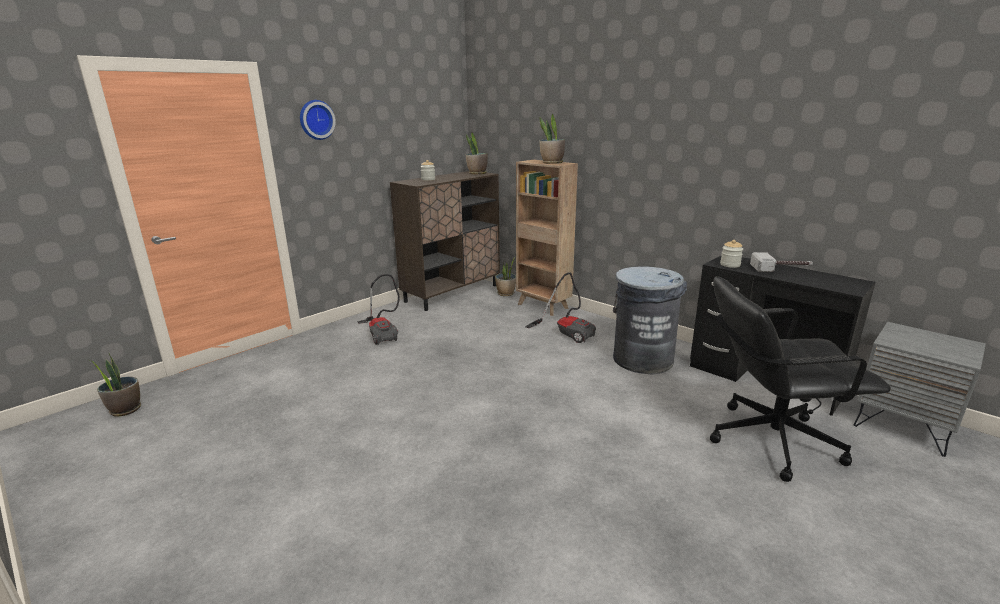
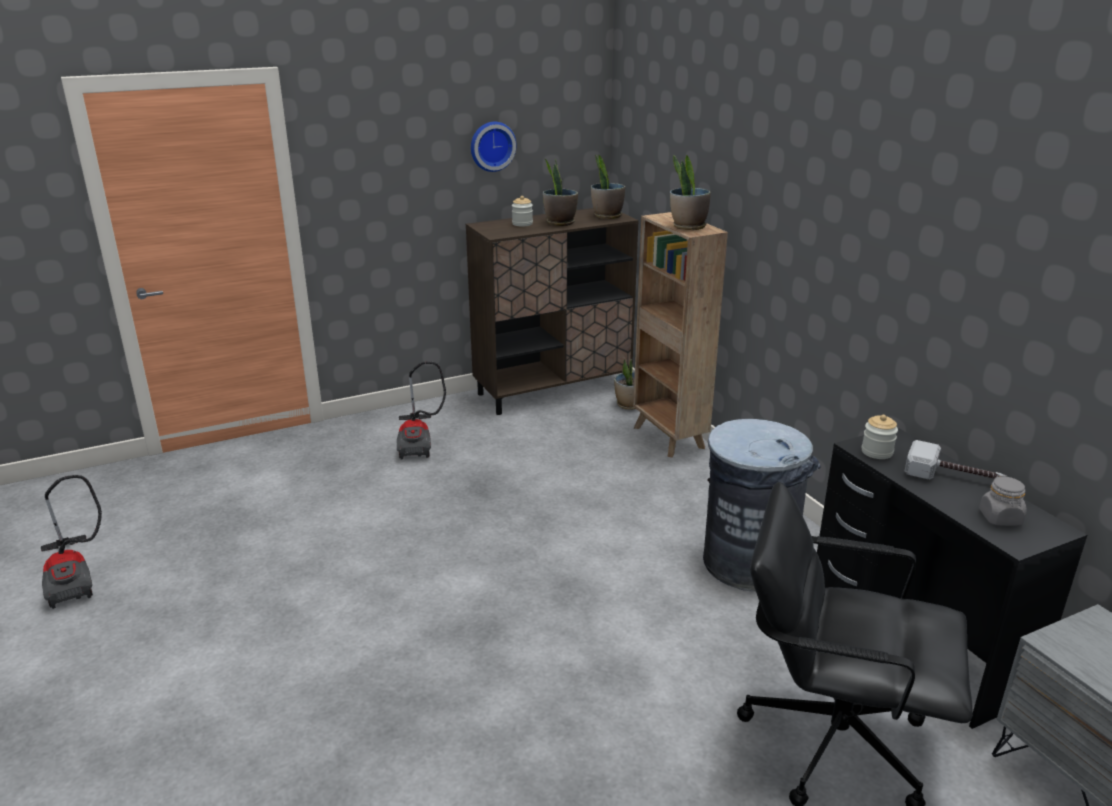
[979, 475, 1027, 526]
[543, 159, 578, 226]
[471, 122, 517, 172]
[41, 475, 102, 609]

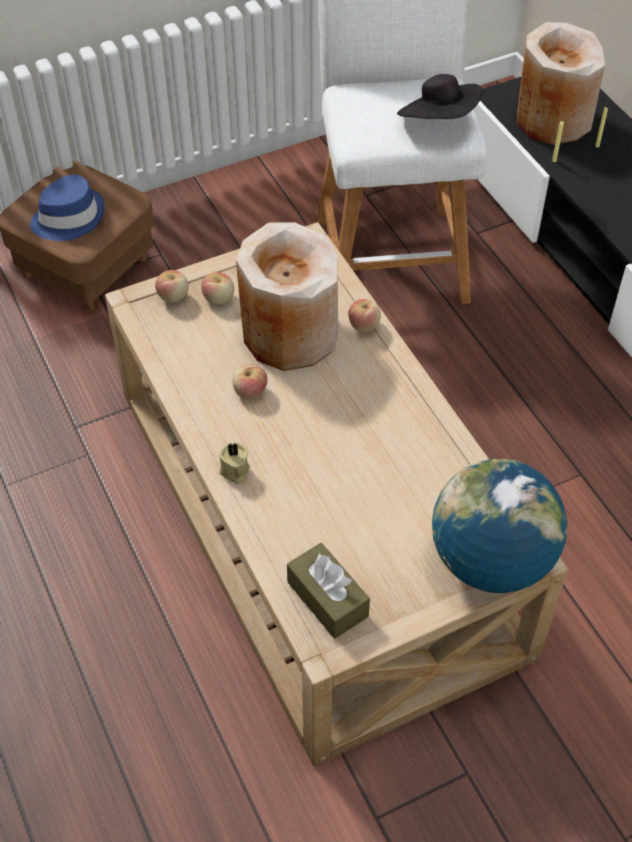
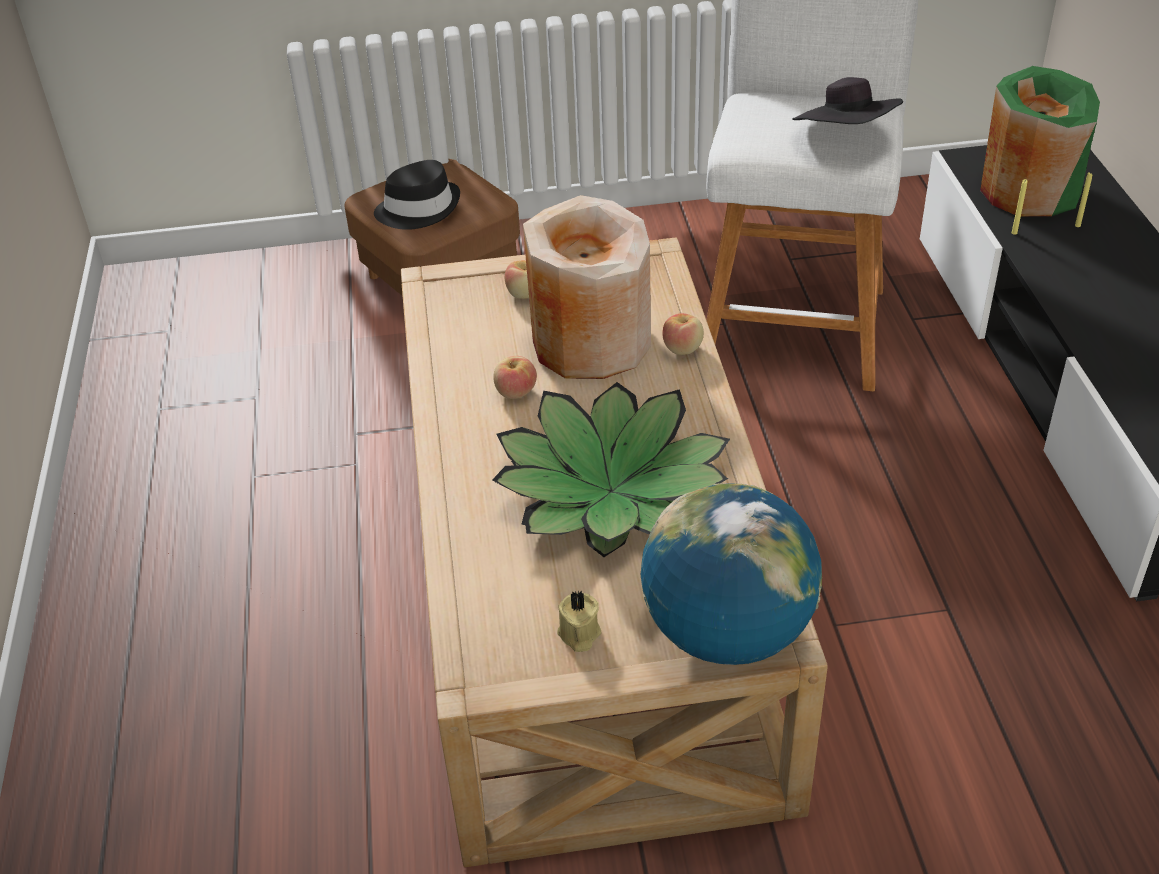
[155, 270, 188, 303] (first image)
[287, 543, 370, 639] (first image)
[492, 382, 730, 557]
[557, 590, 601, 652]
[374, 160, 460, 230]
[980, 66, 1100, 217]

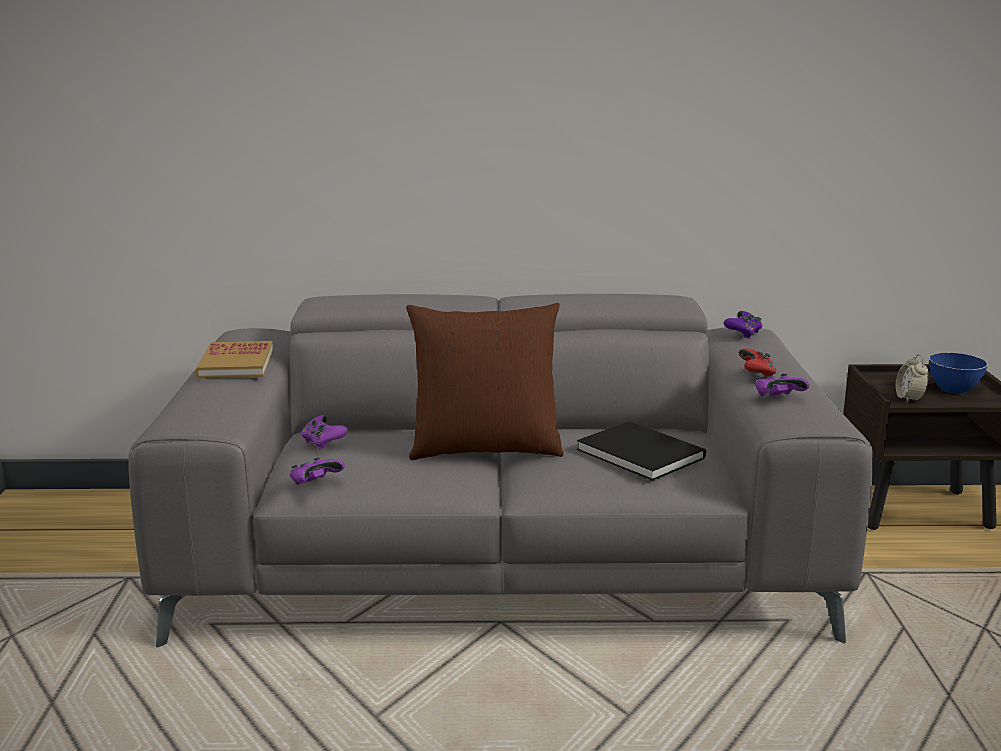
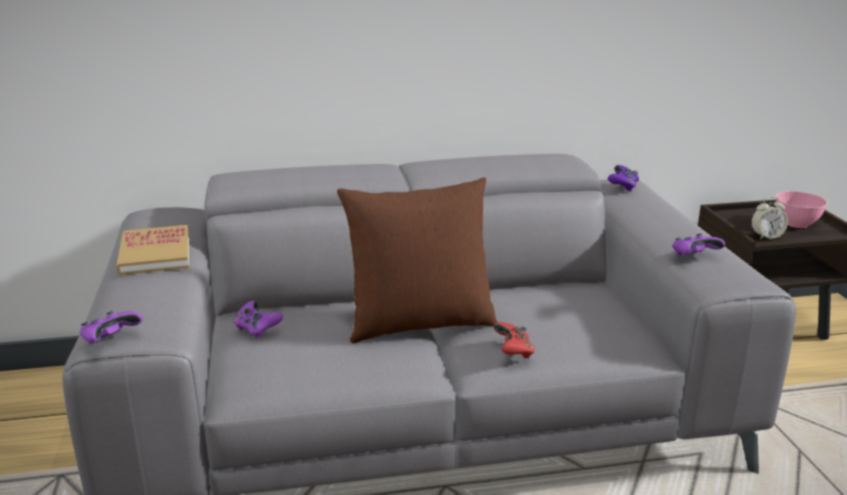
[577, 421, 706, 481] (first image)
[80, 311, 143, 343]
[493, 322, 535, 359]
[776, 191, 828, 228]
[751, 197, 788, 239]

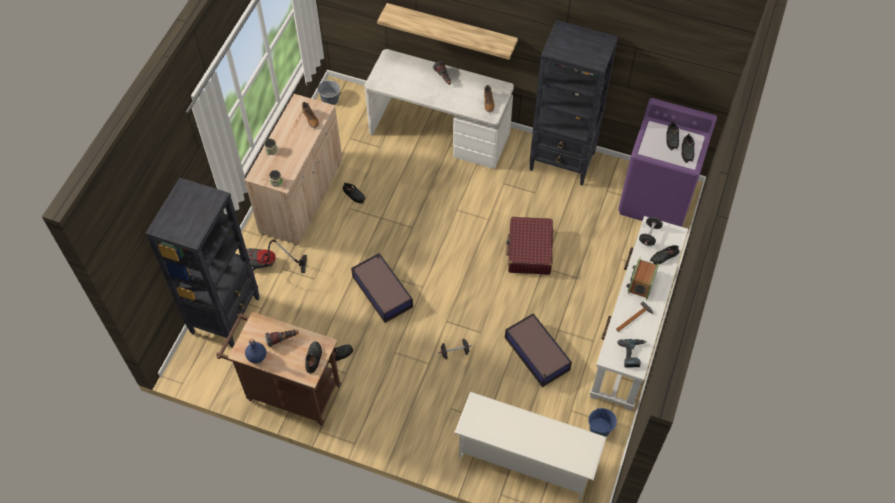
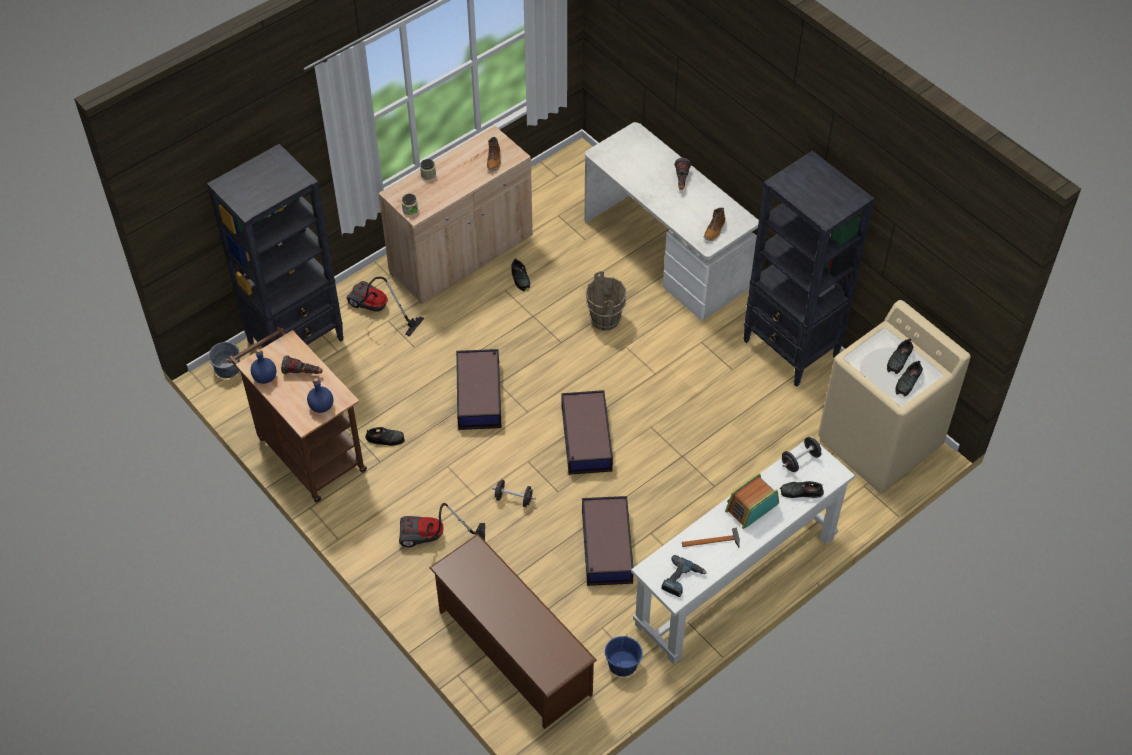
[377, 3, 518, 60] (first image)
[506, 217, 553, 275] (first image)
[399, 503, 485, 547]
[562, 390, 613, 475]
[585, 271, 627, 331]
[208, 342, 240, 378]
[307, 378, 333, 413]
[429, 534, 597, 729]
[818, 300, 971, 493]

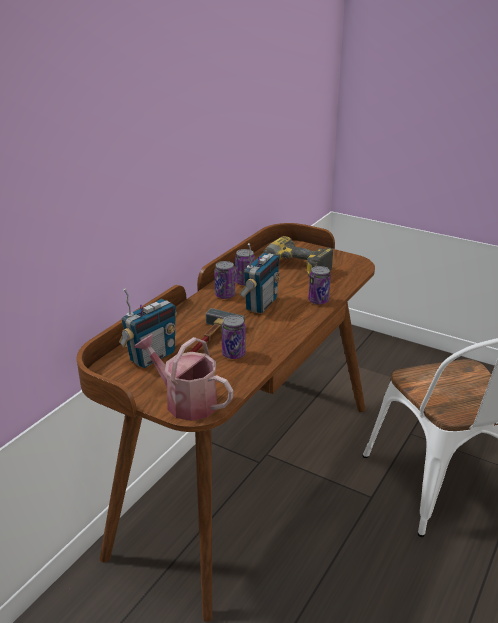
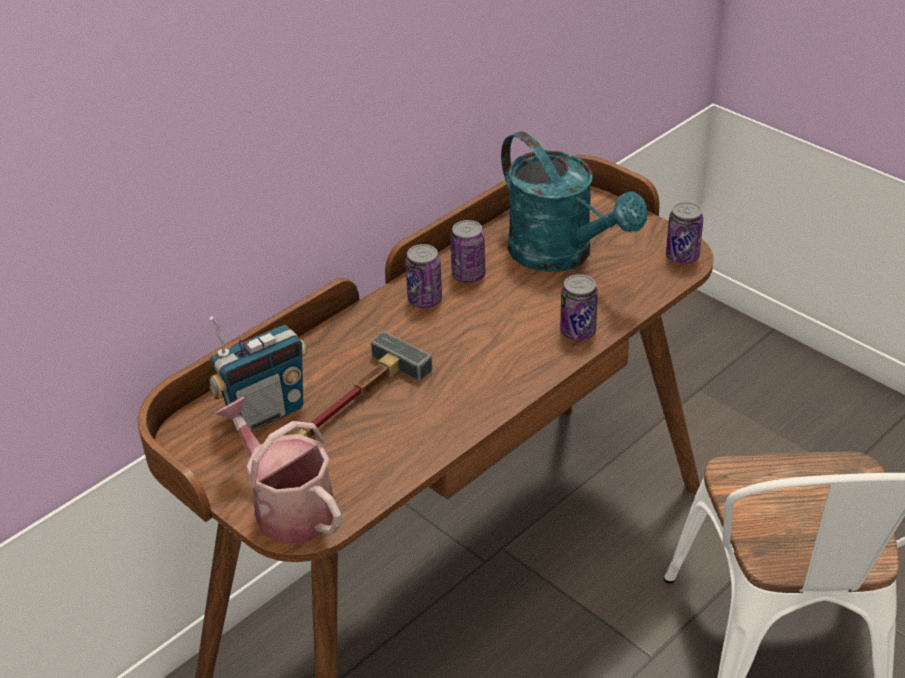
[239, 243, 280, 313] (first image)
[666, 202, 704, 264]
[501, 131, 647, 272]

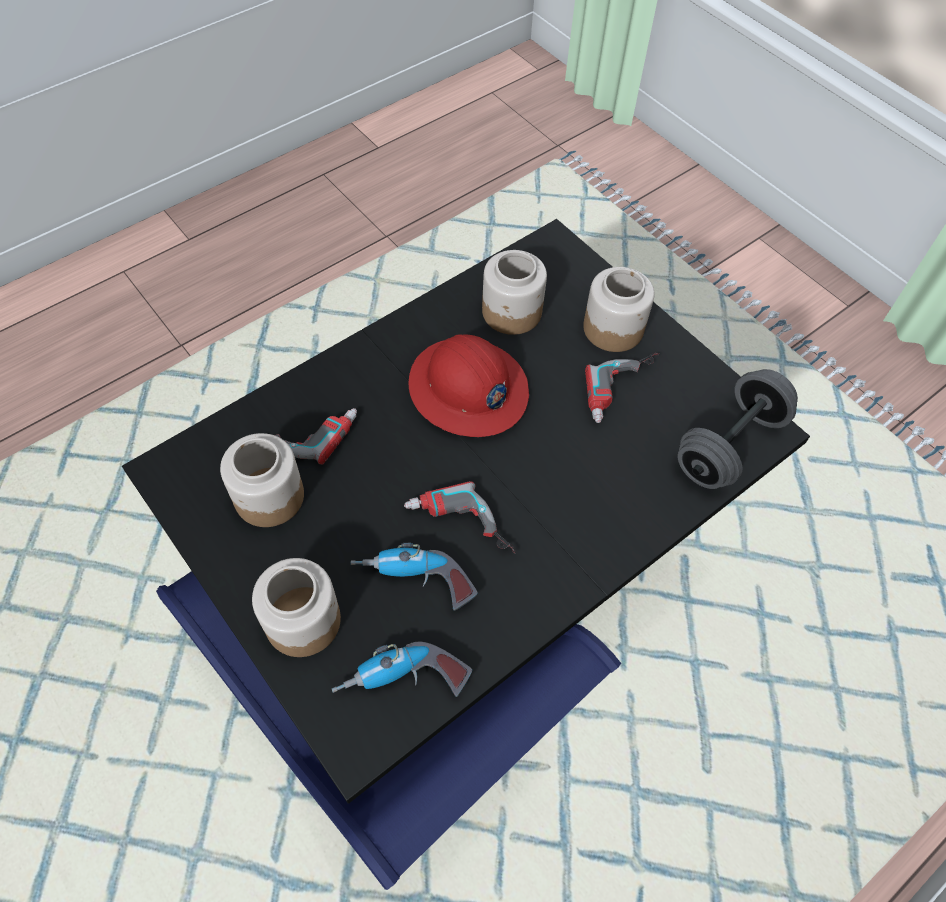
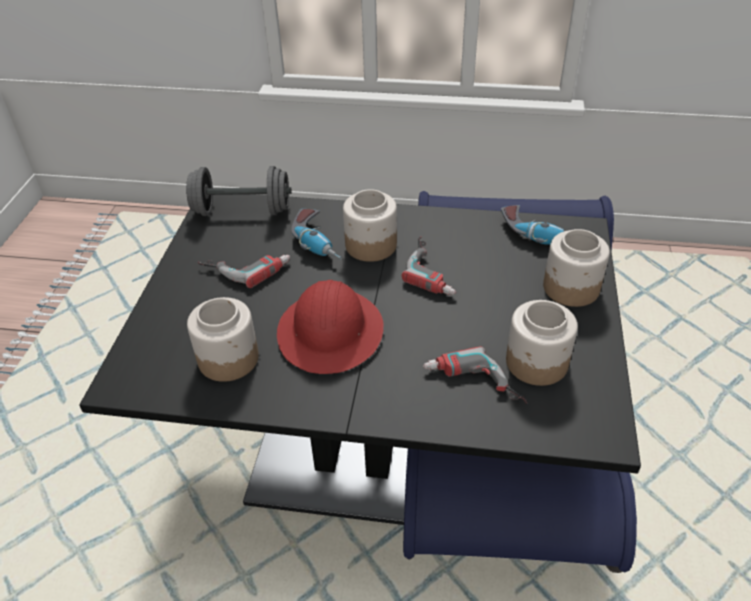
[291, 209, 342, 260]
[343, 189, 397, 262]

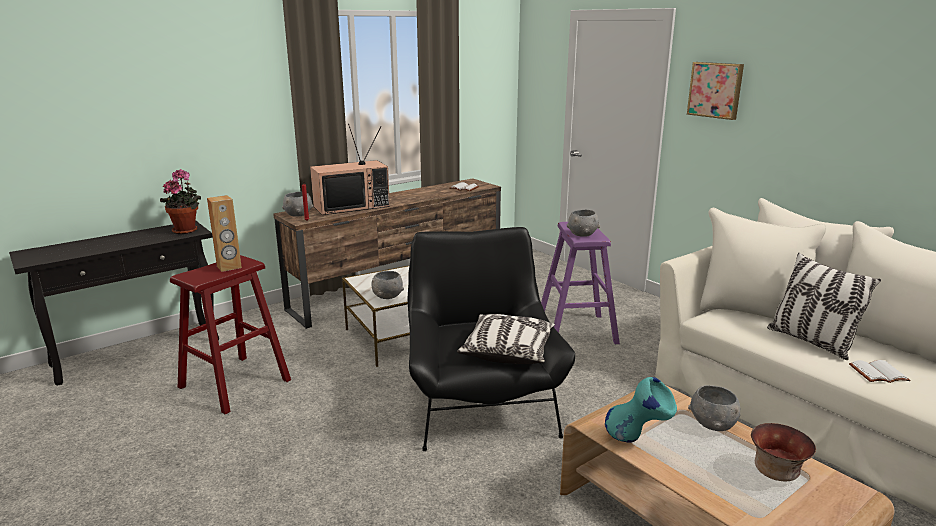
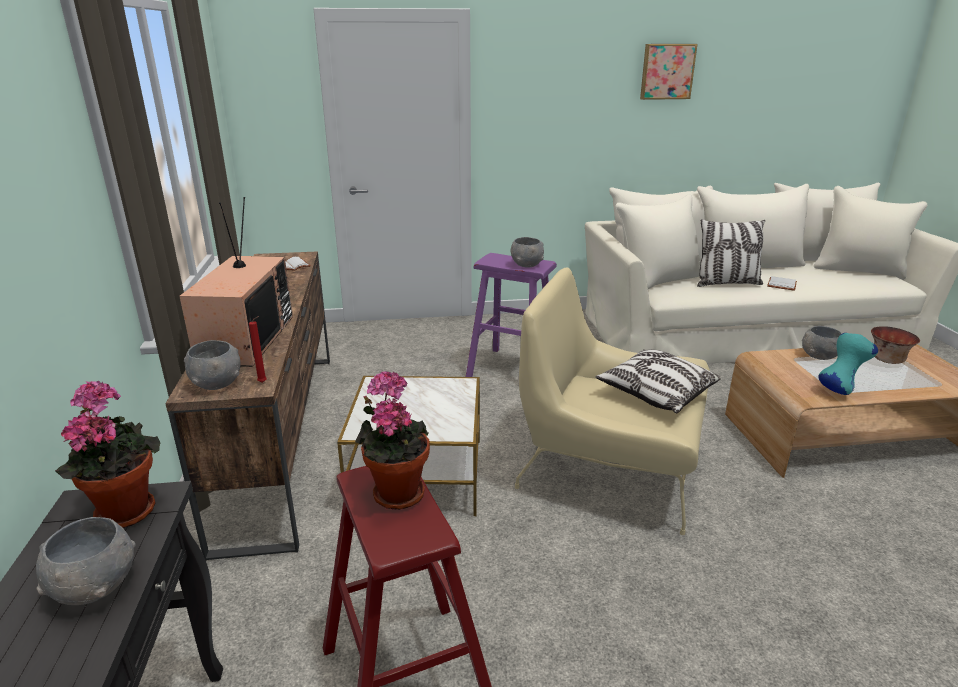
[36, 517, 136, 605]
[640, 44, 698, 100]
[355, 371, 430, 510]
[515, 267, 710, 535]

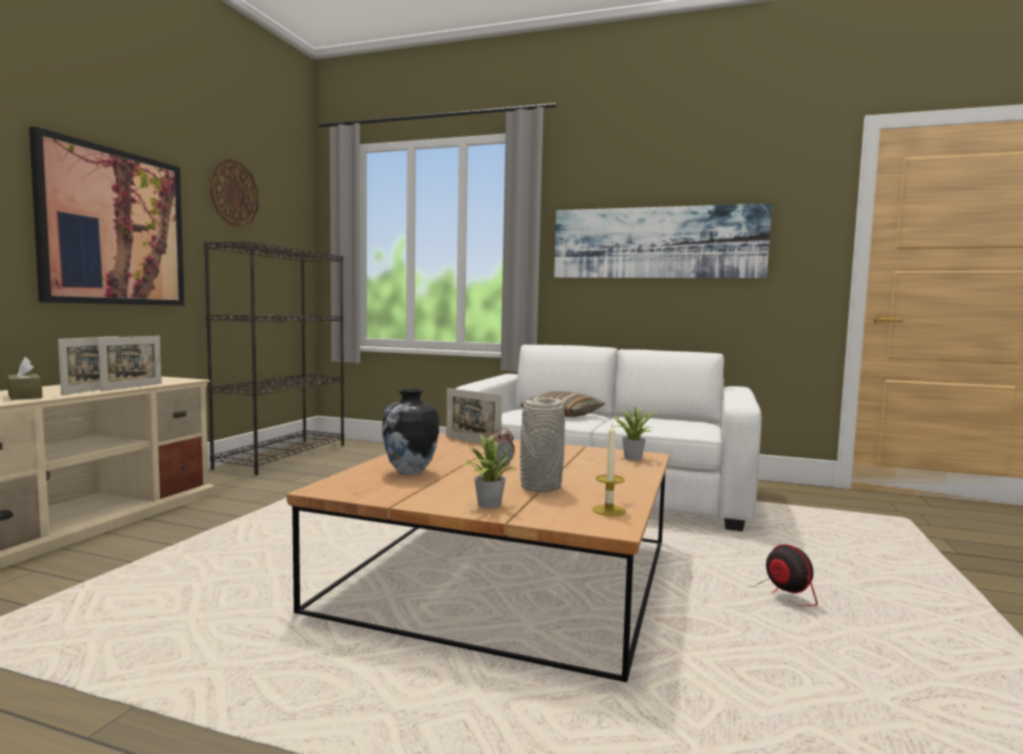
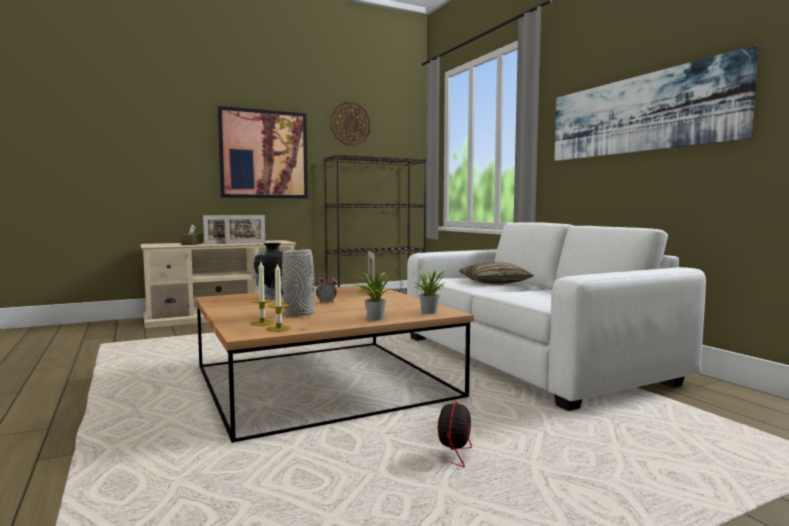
[251, 262, 274, 326]
[355, 271, 391, 320]

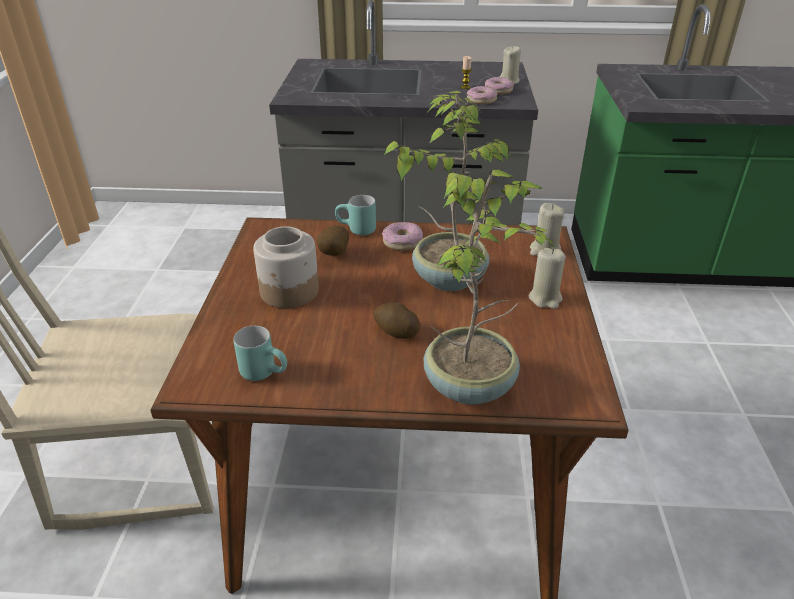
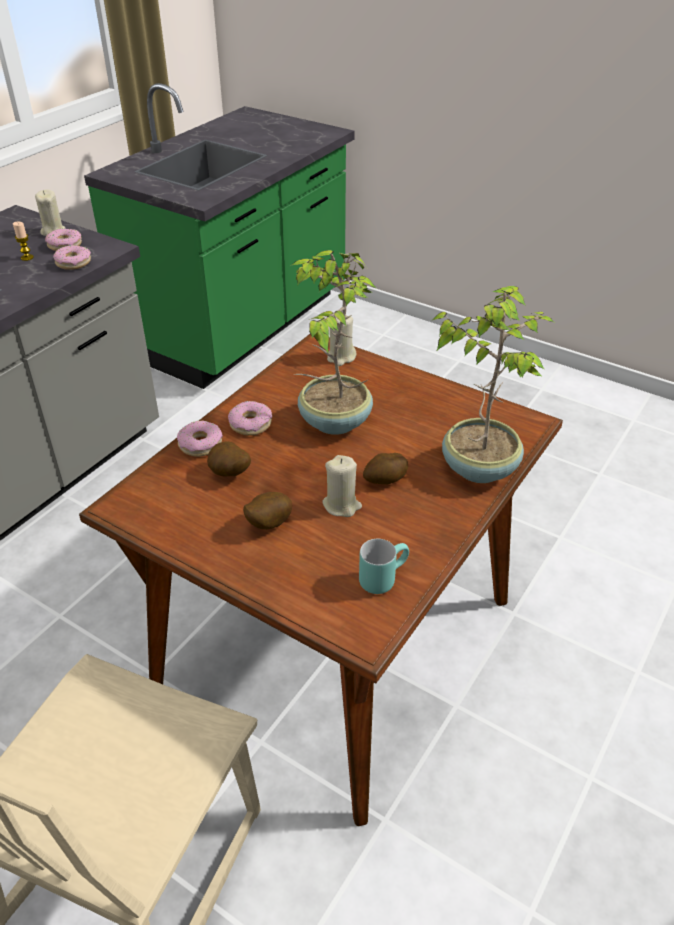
[322, 455, 362, 517]
[243, 492, 292, 529]
[177, 421, 223, 457]

